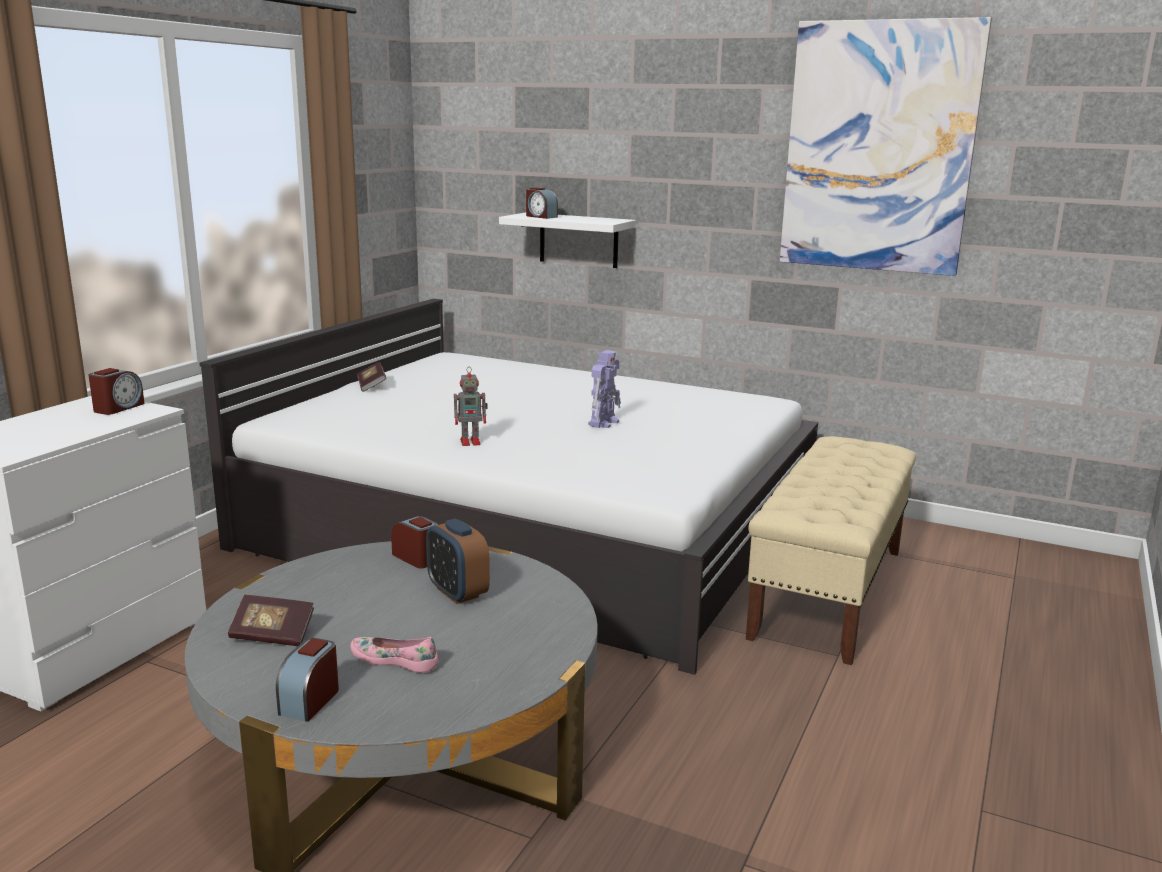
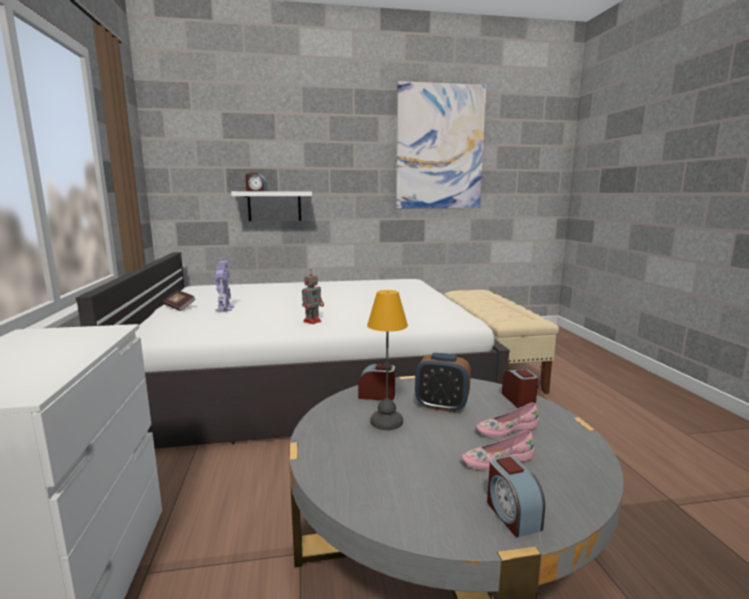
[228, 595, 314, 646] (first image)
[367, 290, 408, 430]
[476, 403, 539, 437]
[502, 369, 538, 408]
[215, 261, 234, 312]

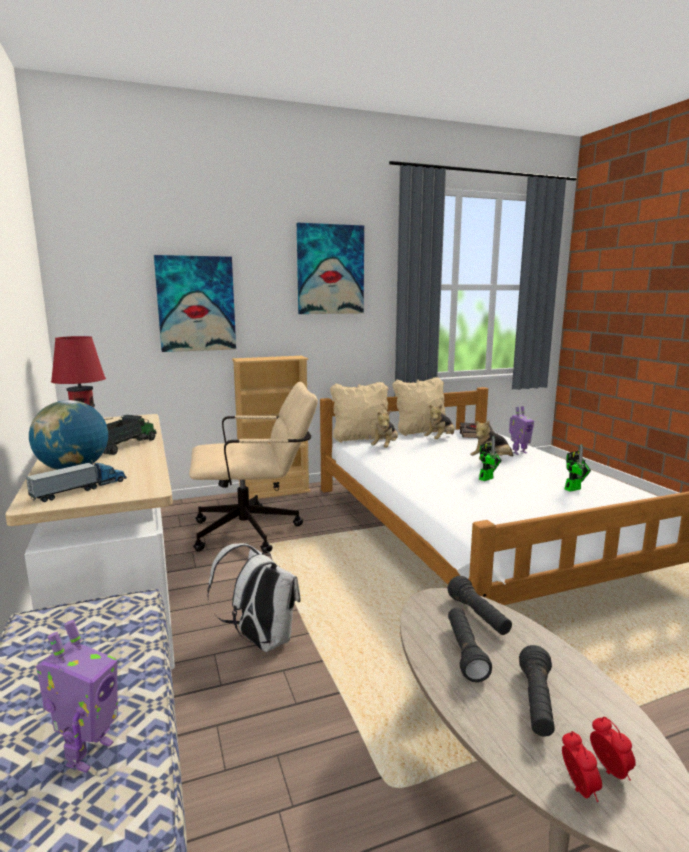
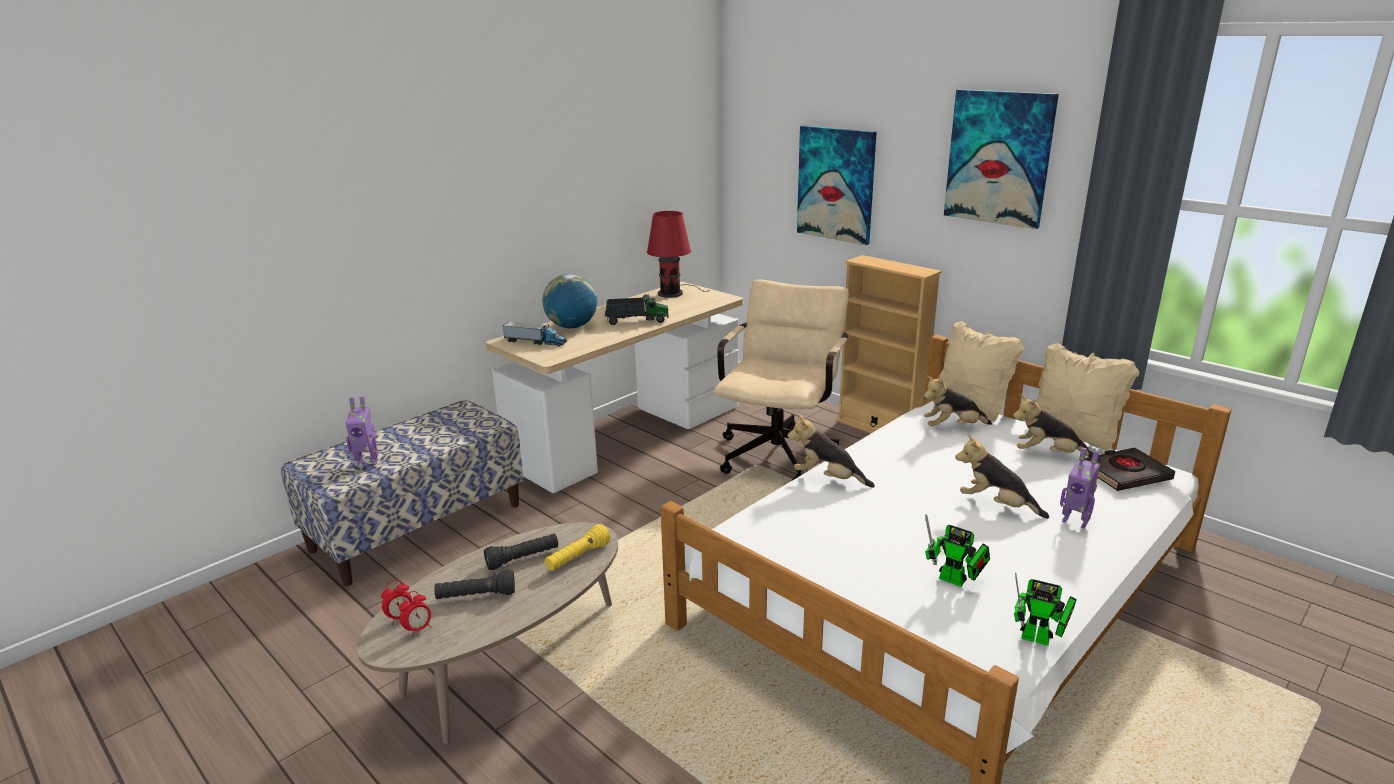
[207, 543, 301, 652] (first image)
[788, 414, 875, 488]
[1014, 573, 1077, 646]
[545, 524, 610, 571]
[714, 280, 849, 481]

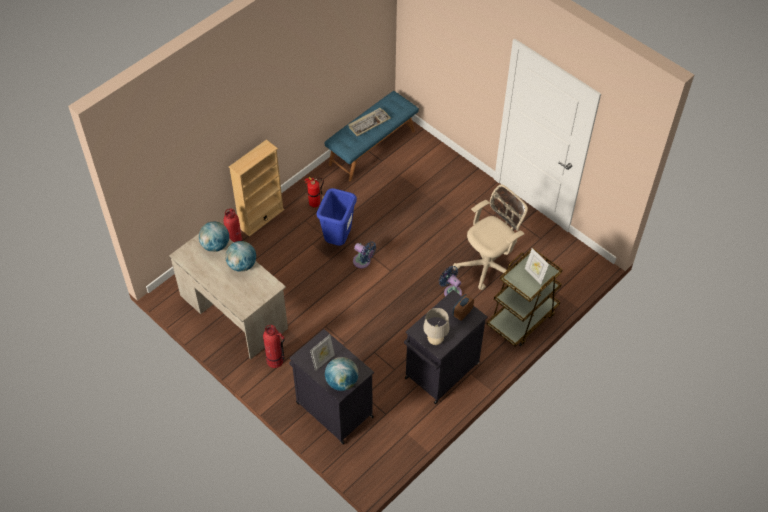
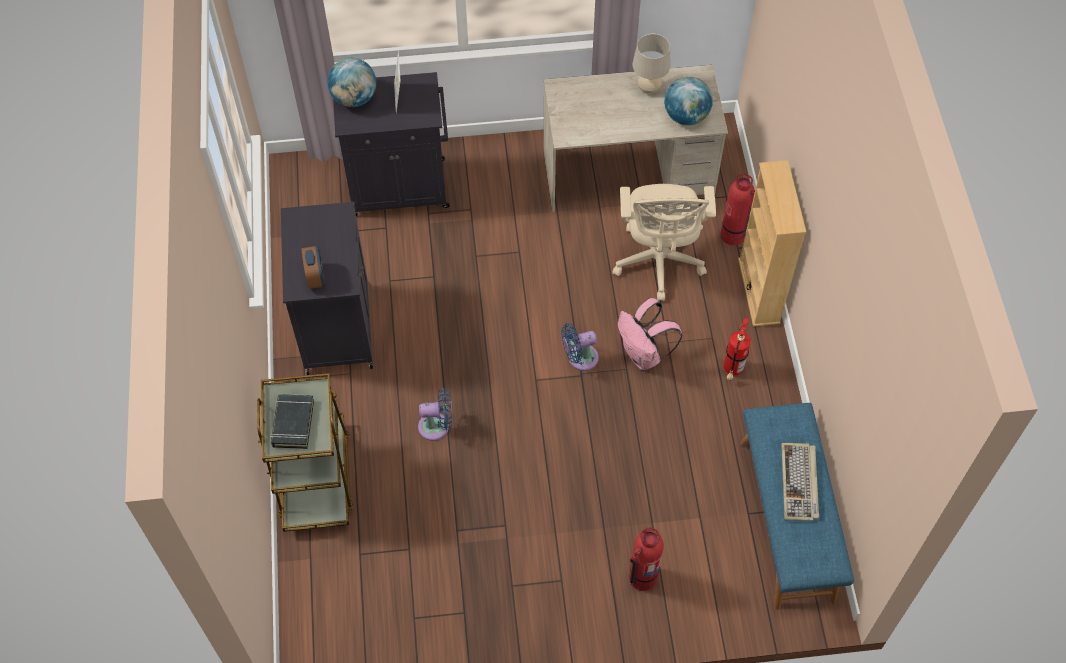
[225, 241, 256, 272] (first image)
[629, 528, 664, 591]
[633, 34, 671, 94]
[612, 184, 716, 301]
[618, 298, 682, 370]
[271, 394, 314, 449]

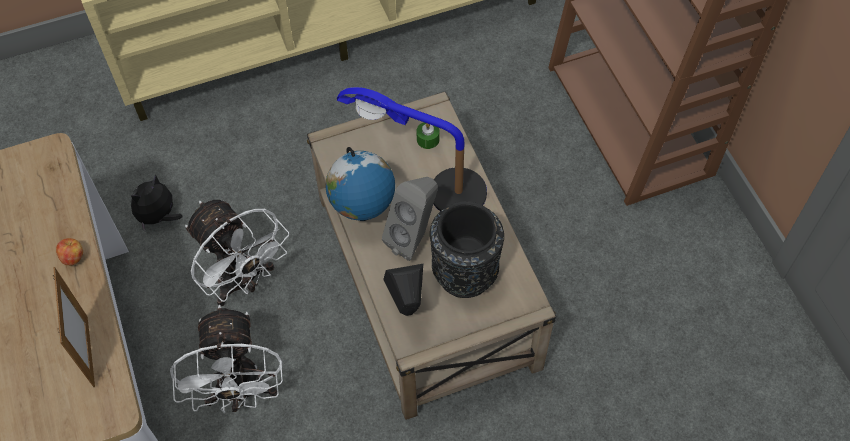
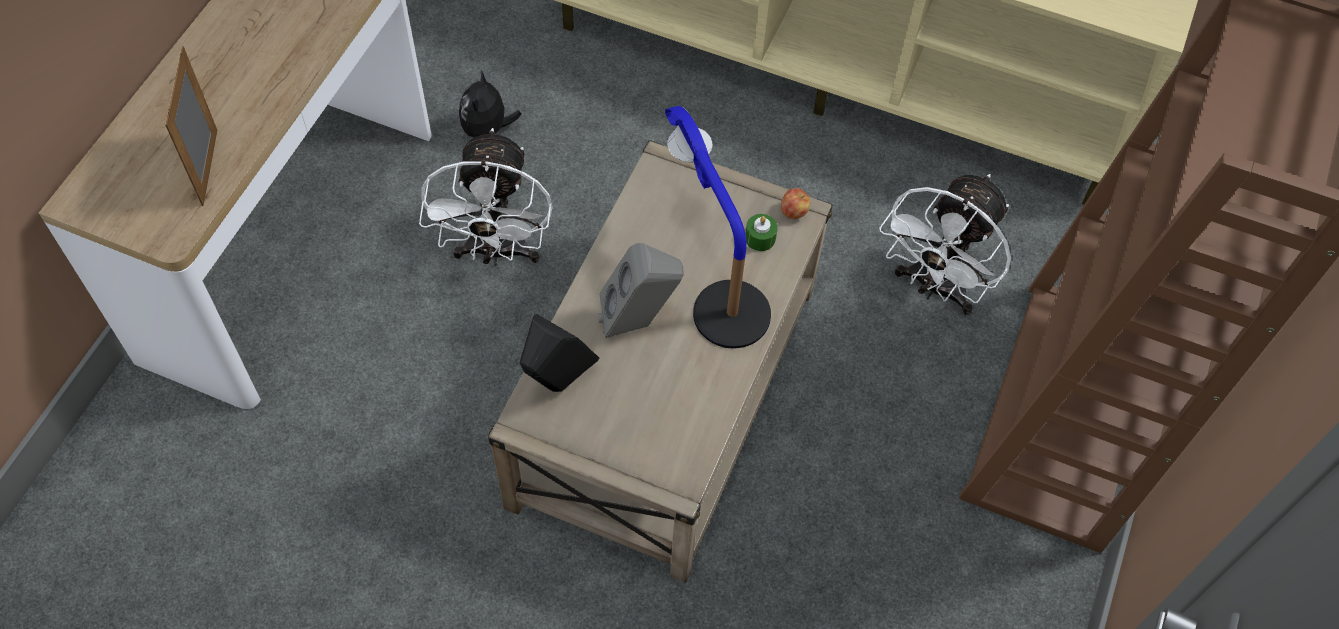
[325, 147, 395, 221] (first image)
[430, 201, 504, 298] (first image)
[781, 188, 810, 219]
[879, 174, 1011, 315]
[165, 46, 218, 206]
[459, 71, 522, 138]

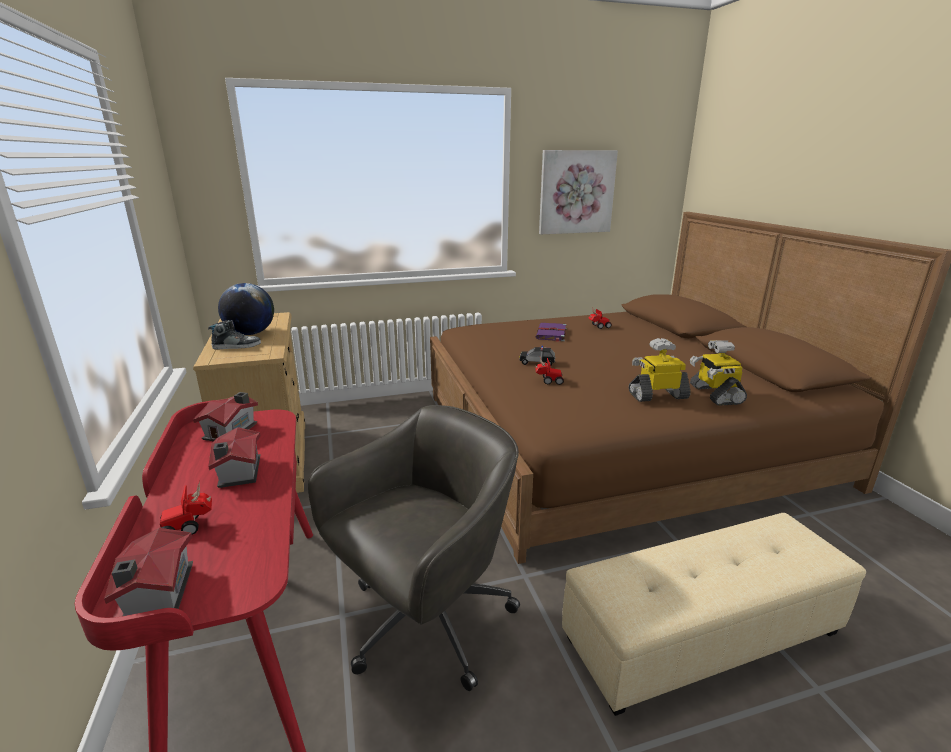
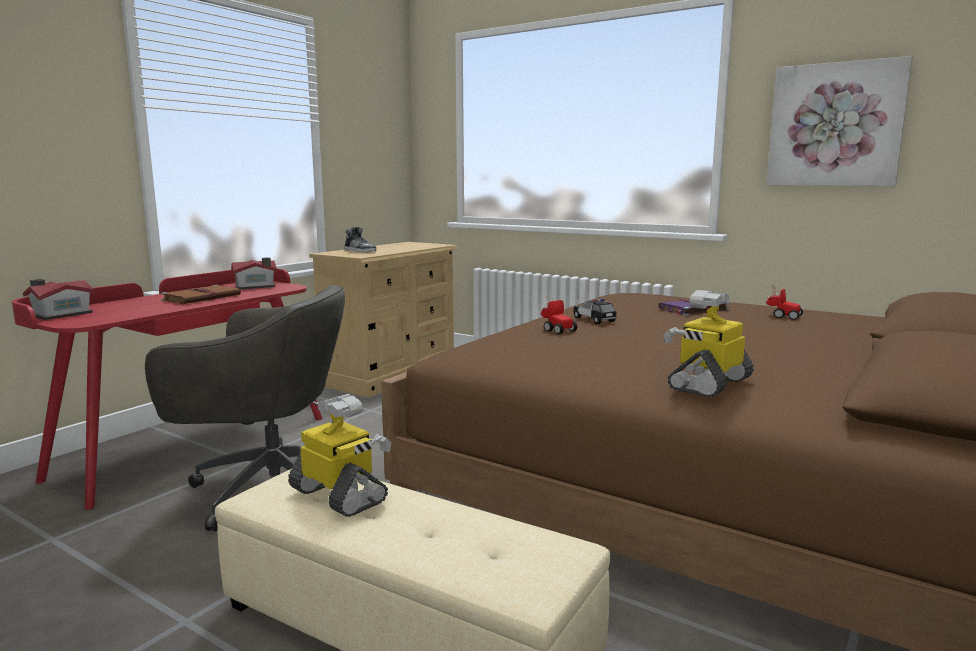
[160, 481, 212, 534] (first image)
[218, 283, 274, 335] (first image)
[288, 394, 391, 517]
[160, 285, 241, 304]

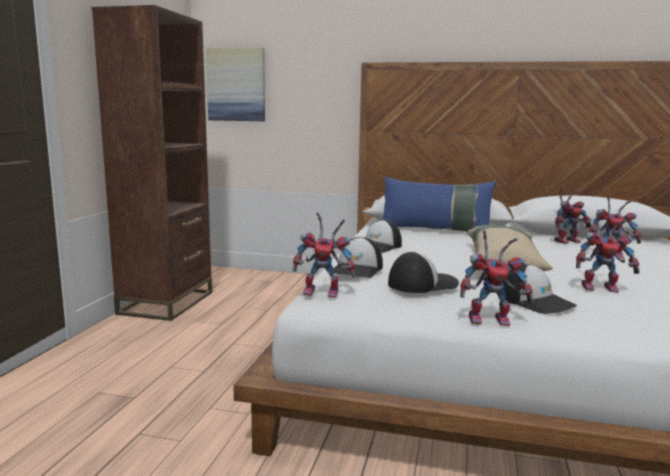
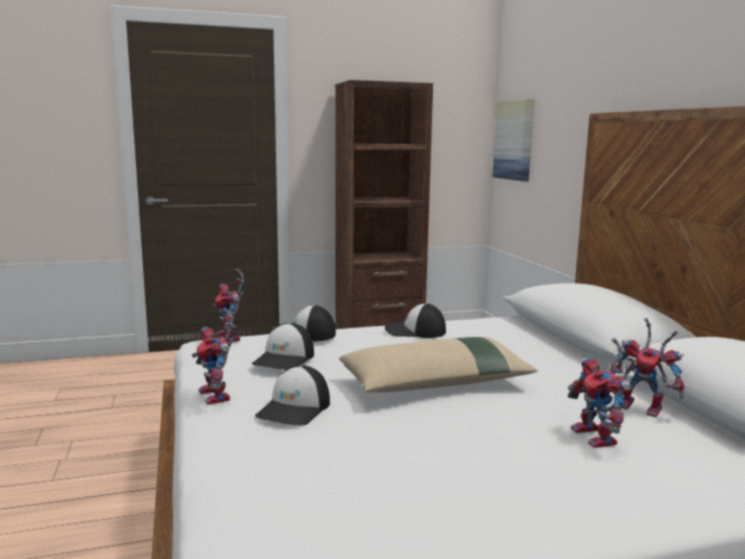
[382, 176, 496, 232] (first image)
[576, 213, 640, 293] (first image)
[252, 323, 314, 370]

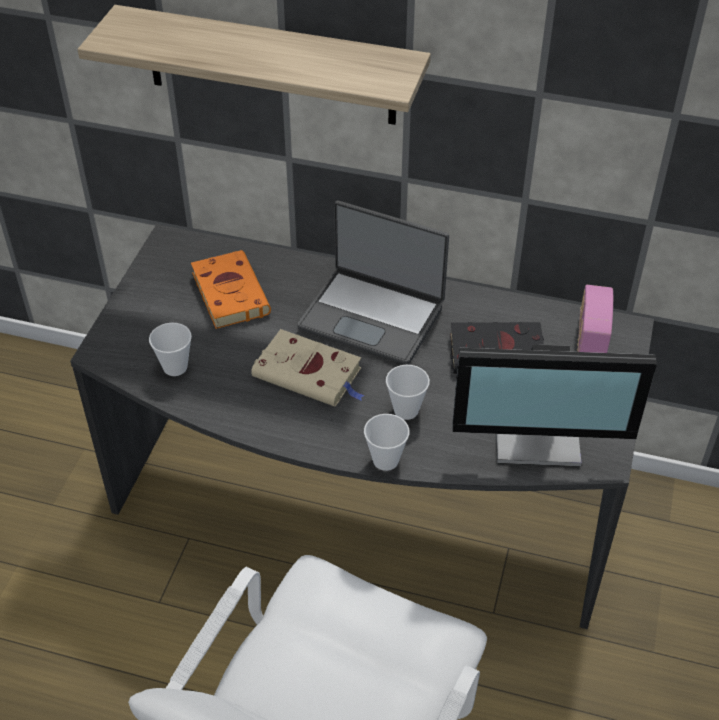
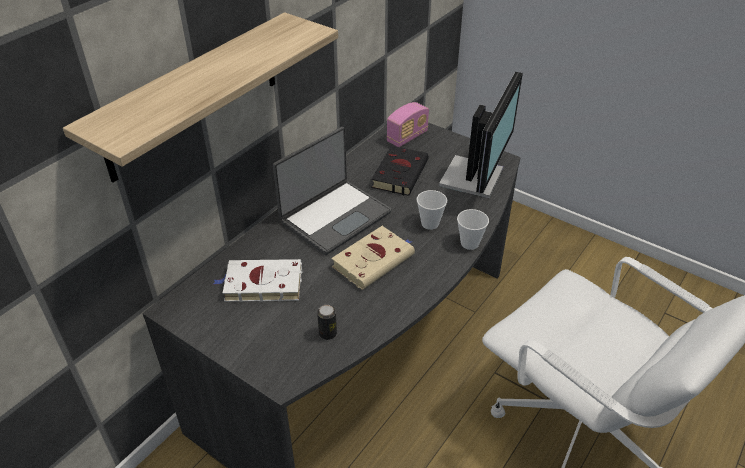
[317, 305, 337, 340]
[214, 259, 302, 302]
[387, 102, 429, 147]

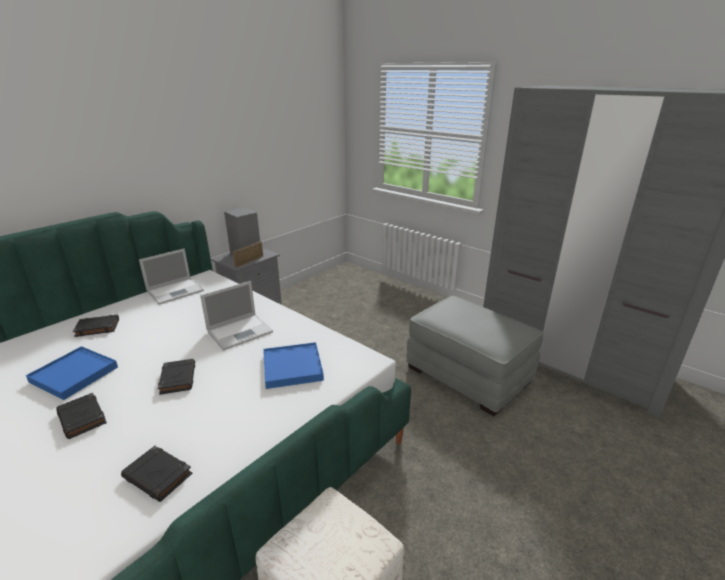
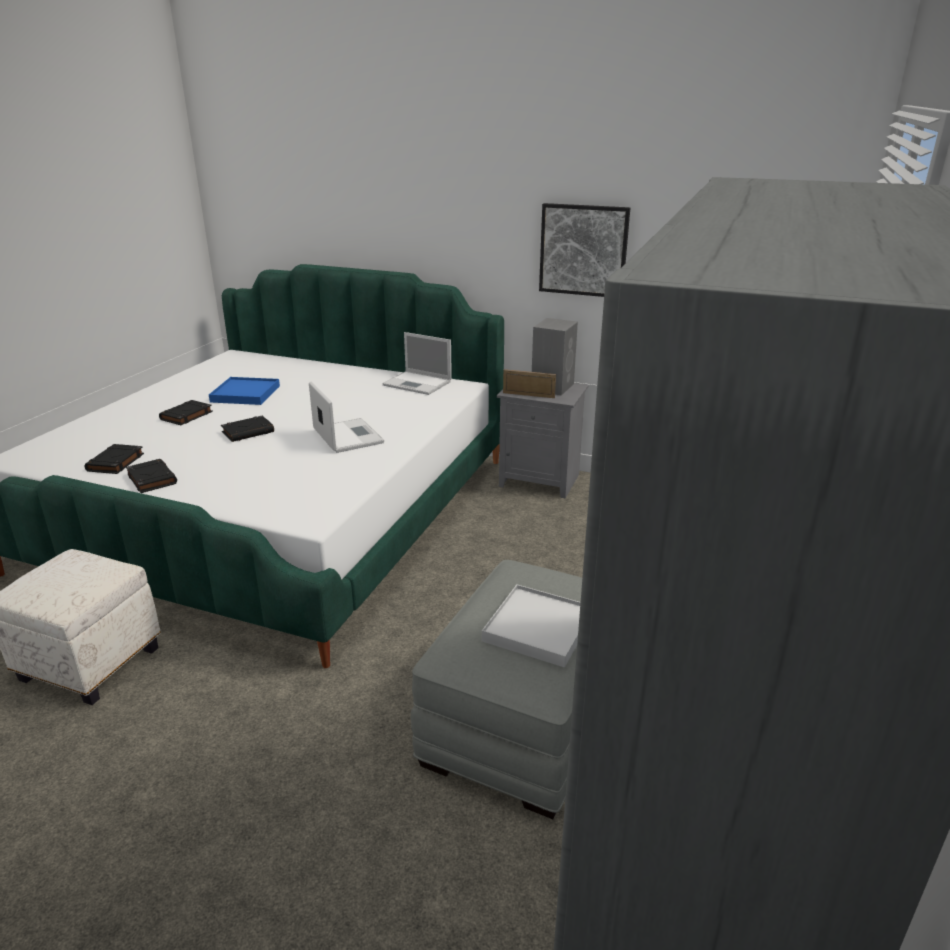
[263, 342, 324, 389] (first image)
[482, 584, 581, 667]
[539, 203, 630, 297]
[126, 459, 177, 493]
[309, 382, 384, 453]

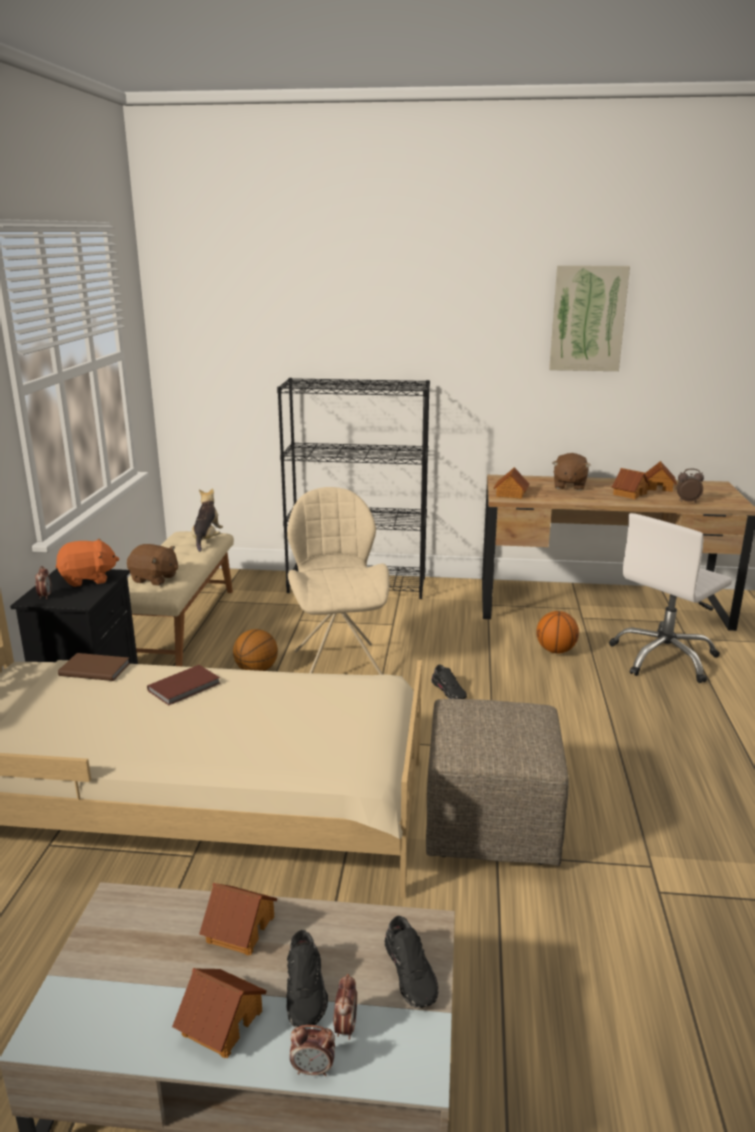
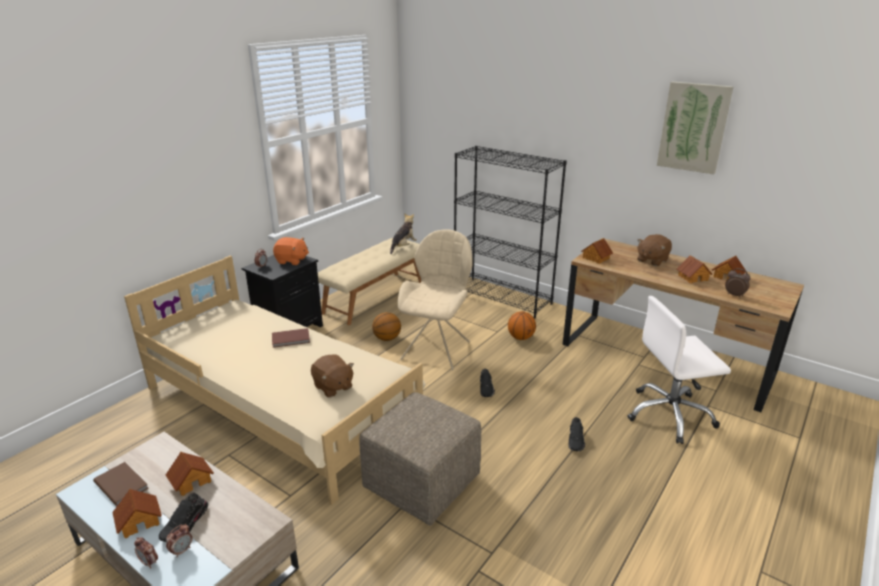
[93, 462, 149, 506]
[311, 354, 354, 398]
[568, 417, 585, 451]
[508, 311, 536, 340]

